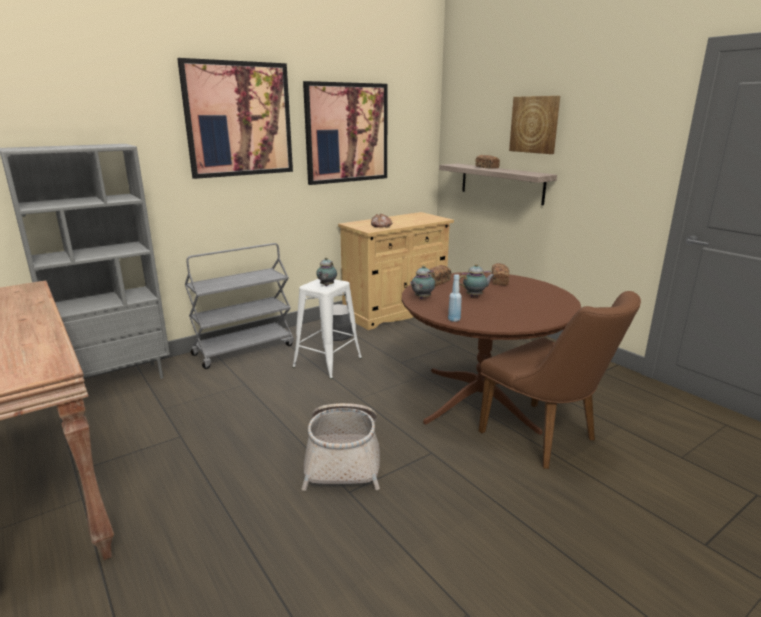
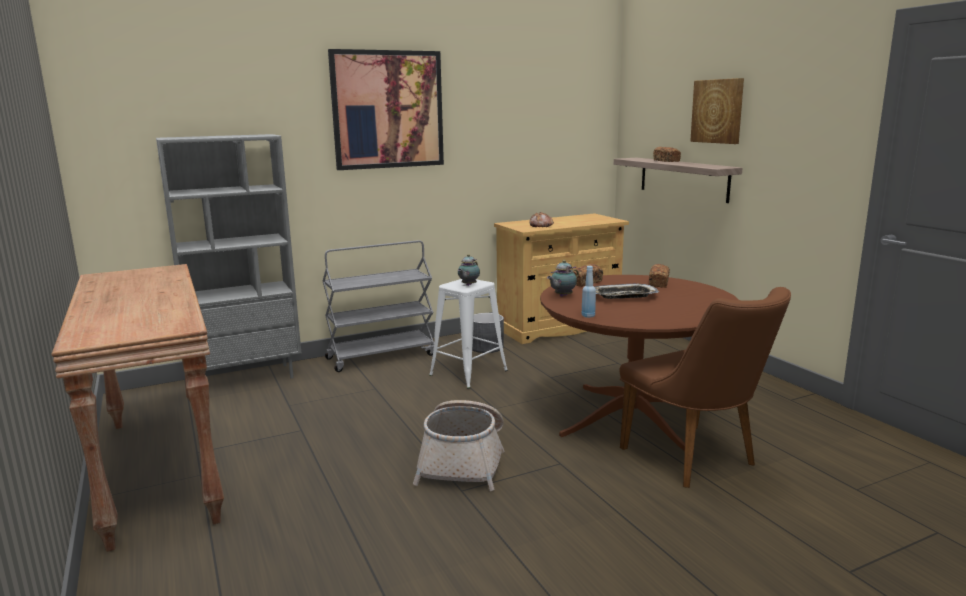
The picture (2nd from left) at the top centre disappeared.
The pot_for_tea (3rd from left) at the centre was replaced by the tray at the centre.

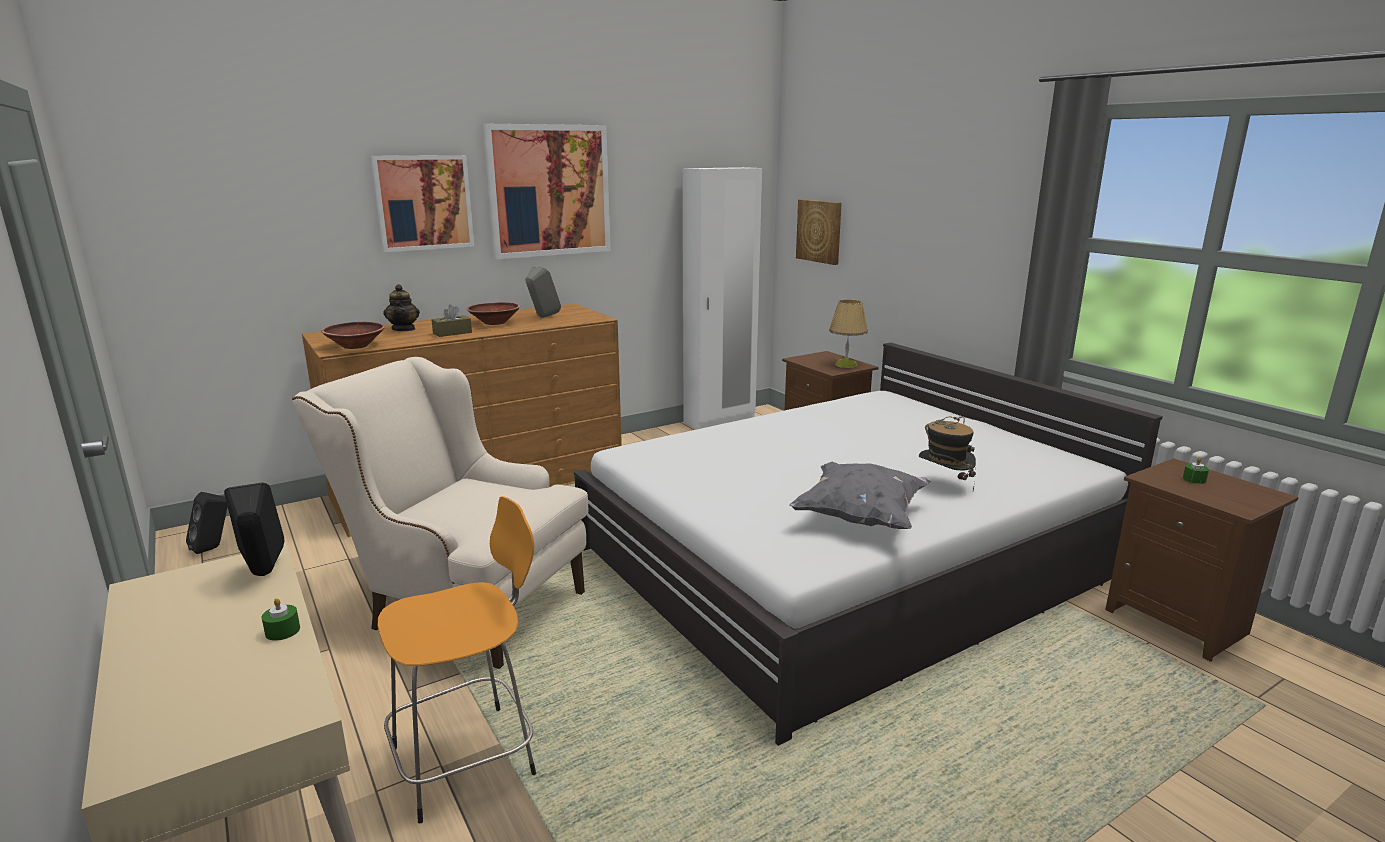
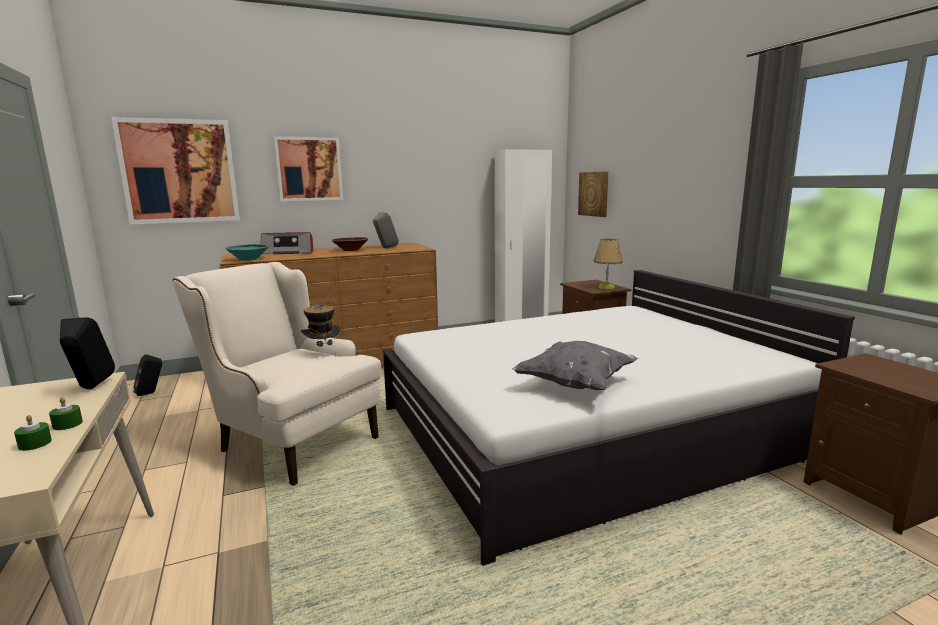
The orange_stool at the bottom left disappeared.
The brown_tissue_holder at the middle left disappeared.
The picture (2nd from left in the first image) moved from the top centre to the top left.
The hat moved from the middle right to the centre.
The green_candle (2nd from left in the first image) moved from the middle right to the bottom left.
The pot_for_tea at the middle left was replaced by the radio at the middle left.
The brown_serving_bowl (1st from left) at the middle left became the turquoise-coloured_serving_bowl at the middle left.

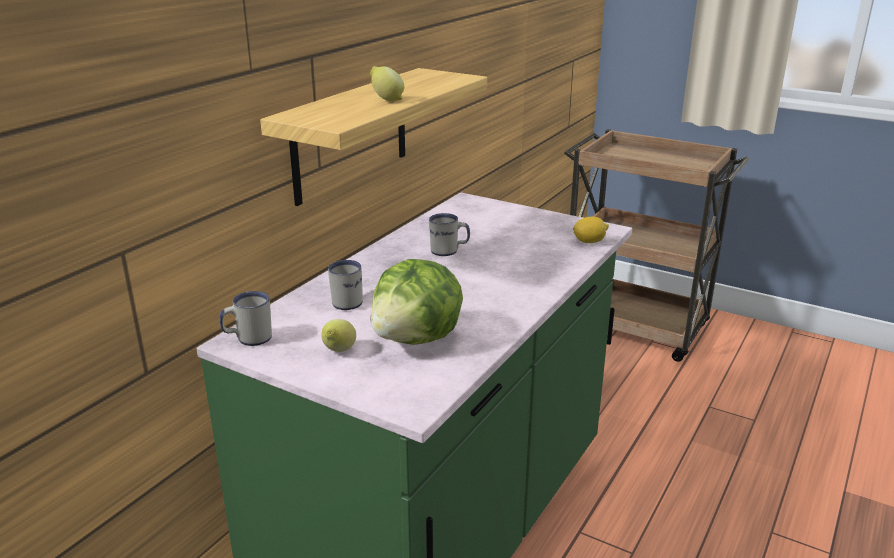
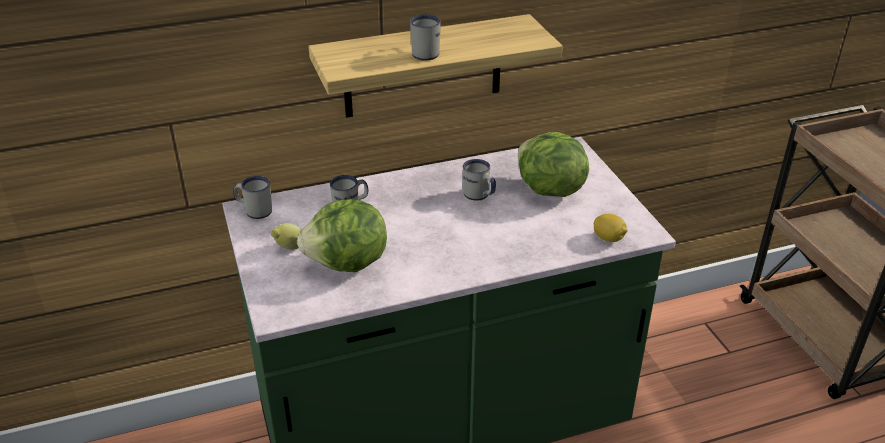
The head_of_lettuce (2nd from left) at the centre appeared.
The citrus_fruit (2nd from left) at the top centre was replaced by the white-coloured_coffee_mug (3rd from left) at the top centre.

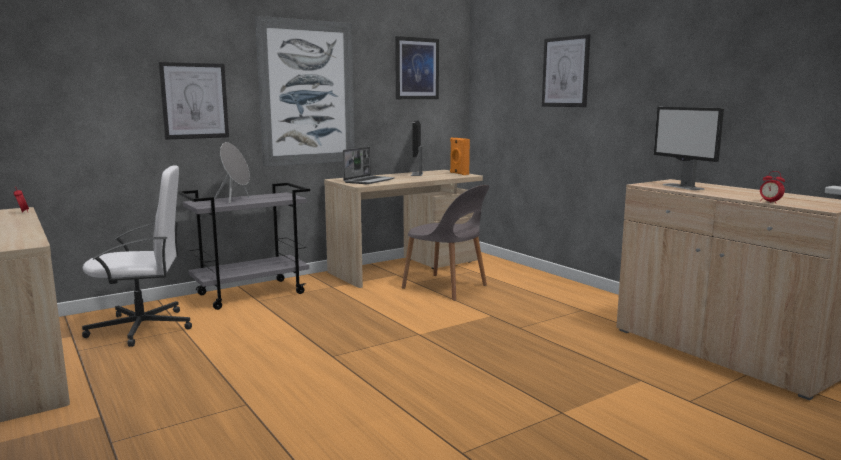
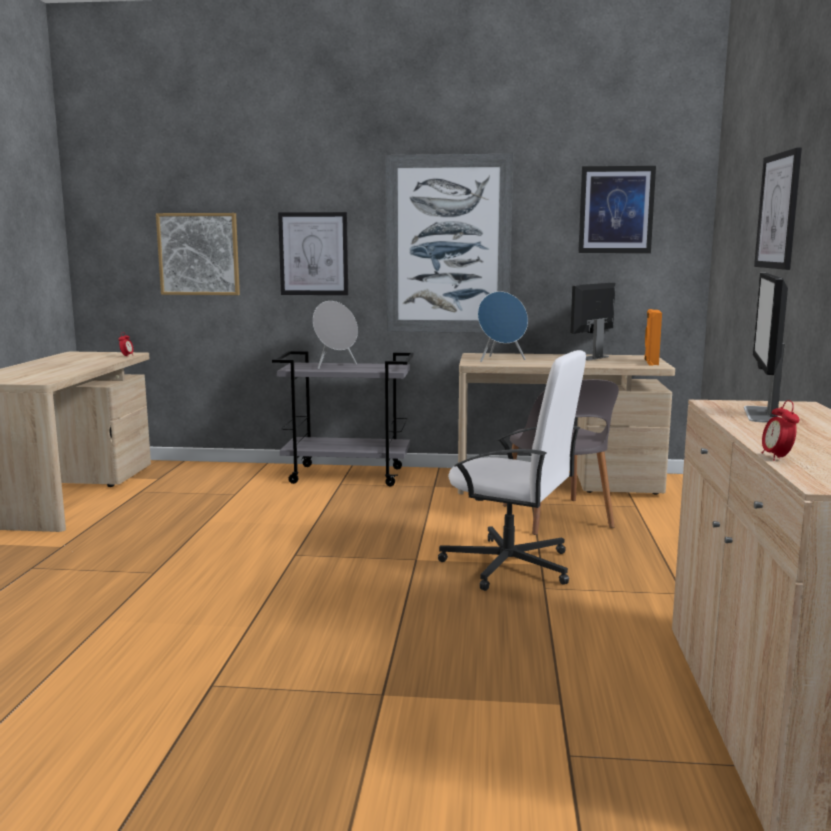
The picture (1st from left) at the top left appeared.
The white-coloured_desk_chair moved from the middle left to the centre.
The notebook_computer at the centre was replaced by the bluish_speaker at the centre.

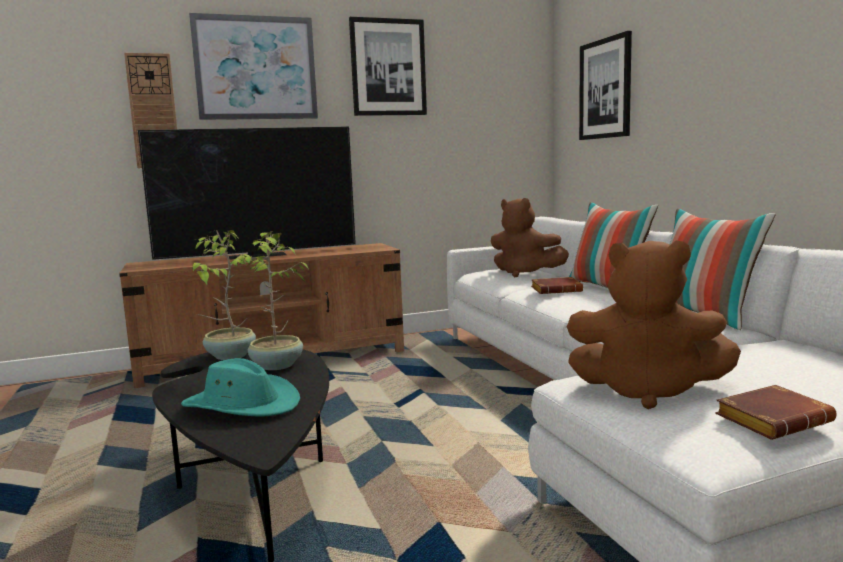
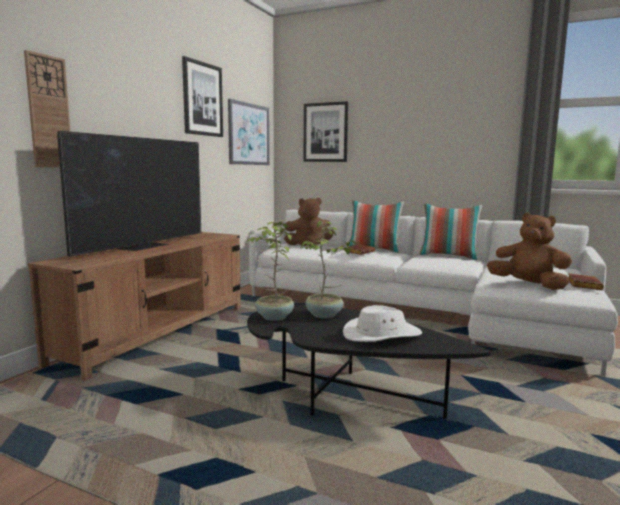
The picture (1st from left in the first image) moved from the top left to the top centre.
The turquoise-coloured_hat at the bottom left became the white-coloured_hat at the centre.
The brown_plush_toy (2nd from left) at the middle right turned 120 degrees counterclockwise.

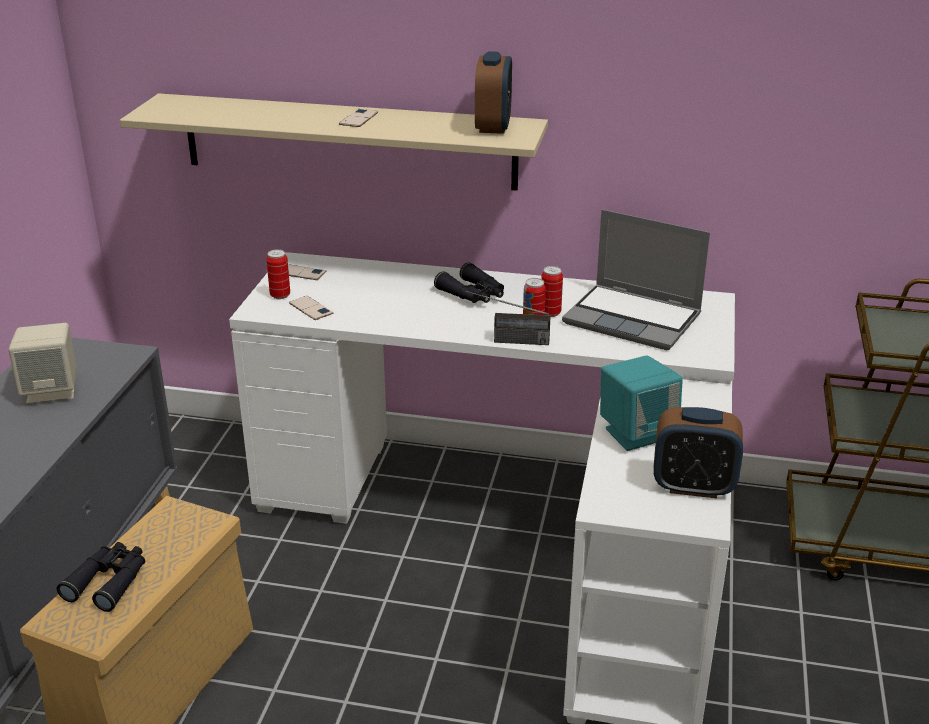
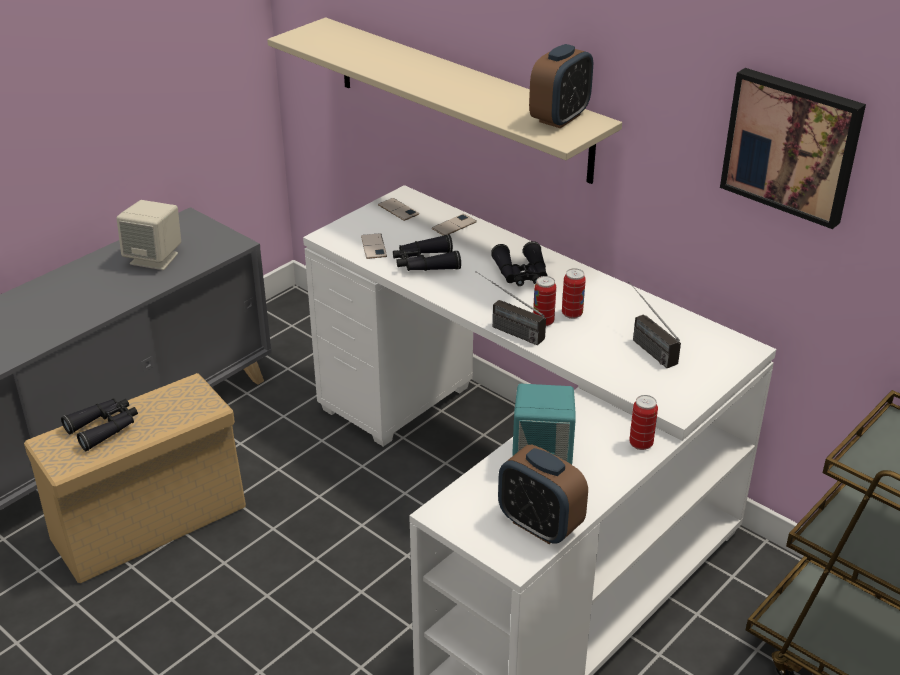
The blackish_field_glasses (2nd from left) at the centre appeared.
The picture at the top right appeared.
The metal_can (1st from left in the first image) moved from the middle left to the middle right.
The handset (3rd from left) moved from the top centre to the centre.
The notebook_computer at the middle right was replaced by the radio (2nd from left) at the middle right.

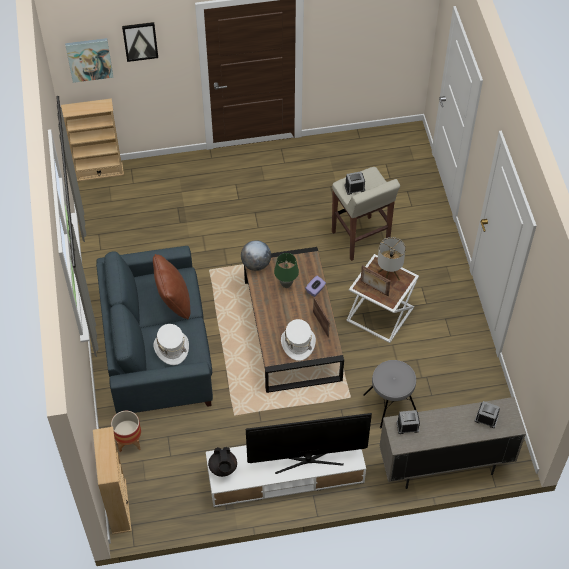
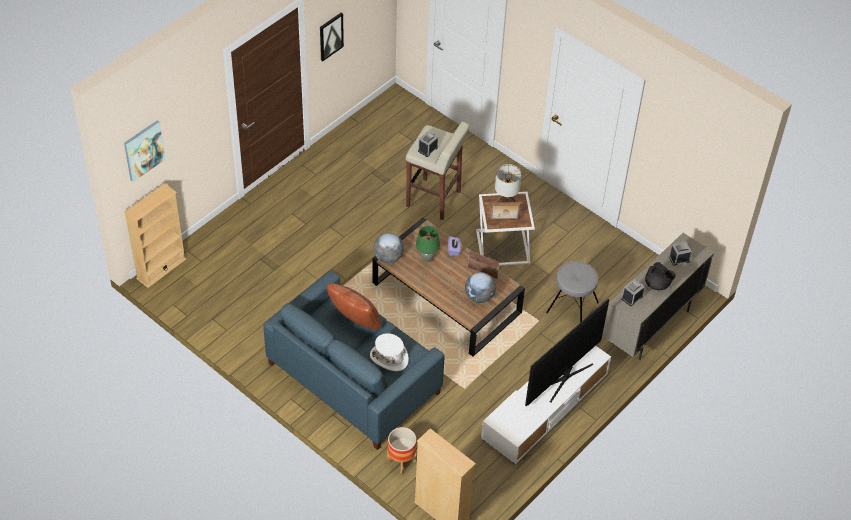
The picture (2nd from left) moved from the top left to the top centre.
The blackish_pot_for_tea moved from the bottom centre to the middle right.
The white-coloured_hat (2nd from left) at the centre was replaced by the desk_globe (2nd from left) at the centre.

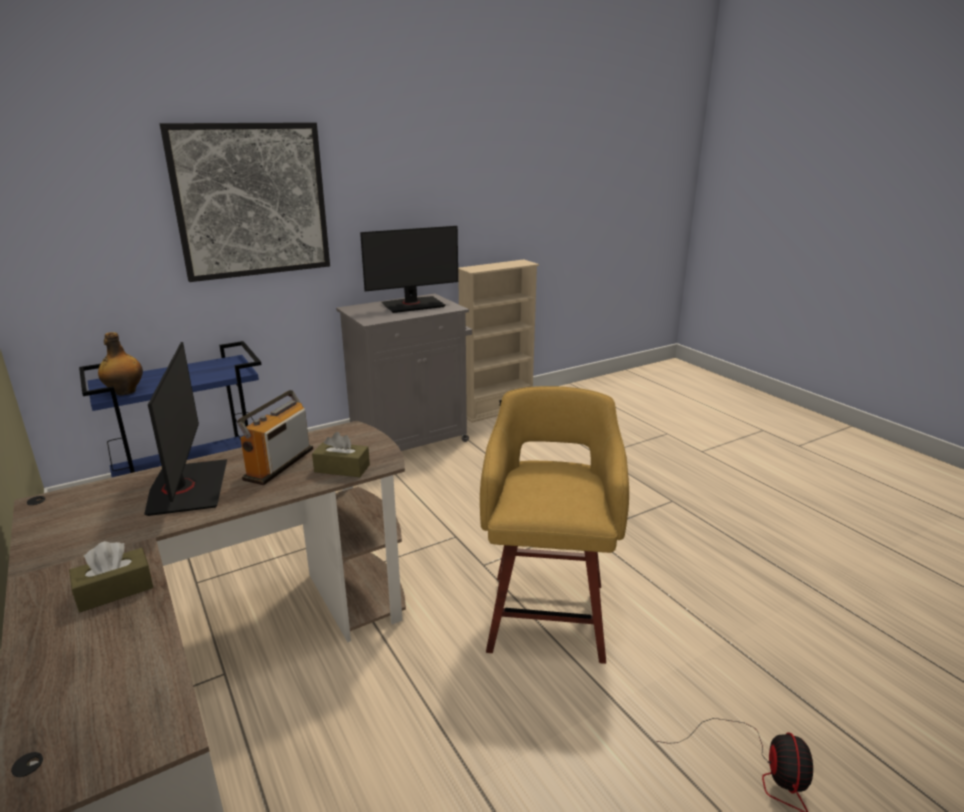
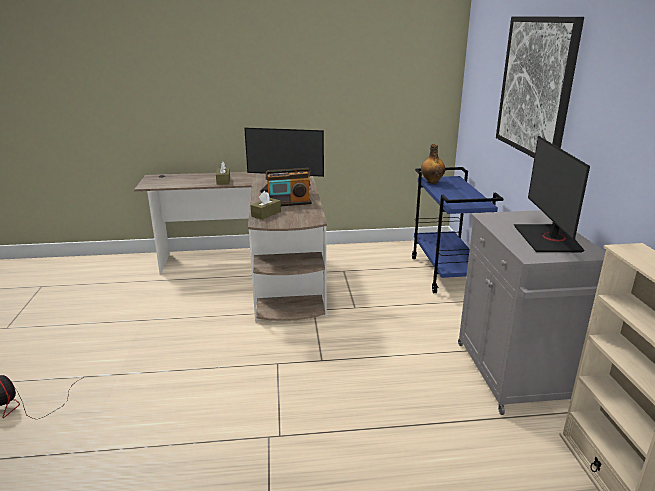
The yellow-coloured_stool at the centre disappeared.
The radio at the middle left turned 120 degrees clockwise.

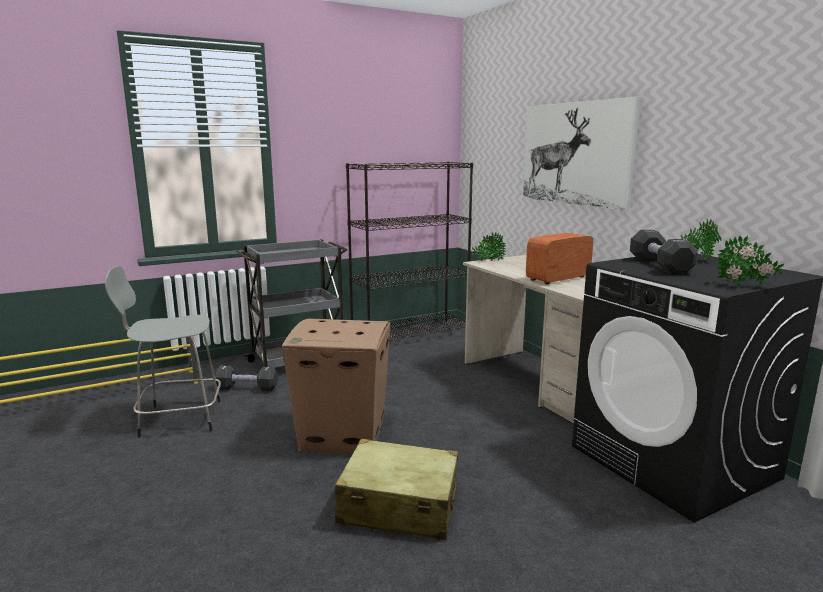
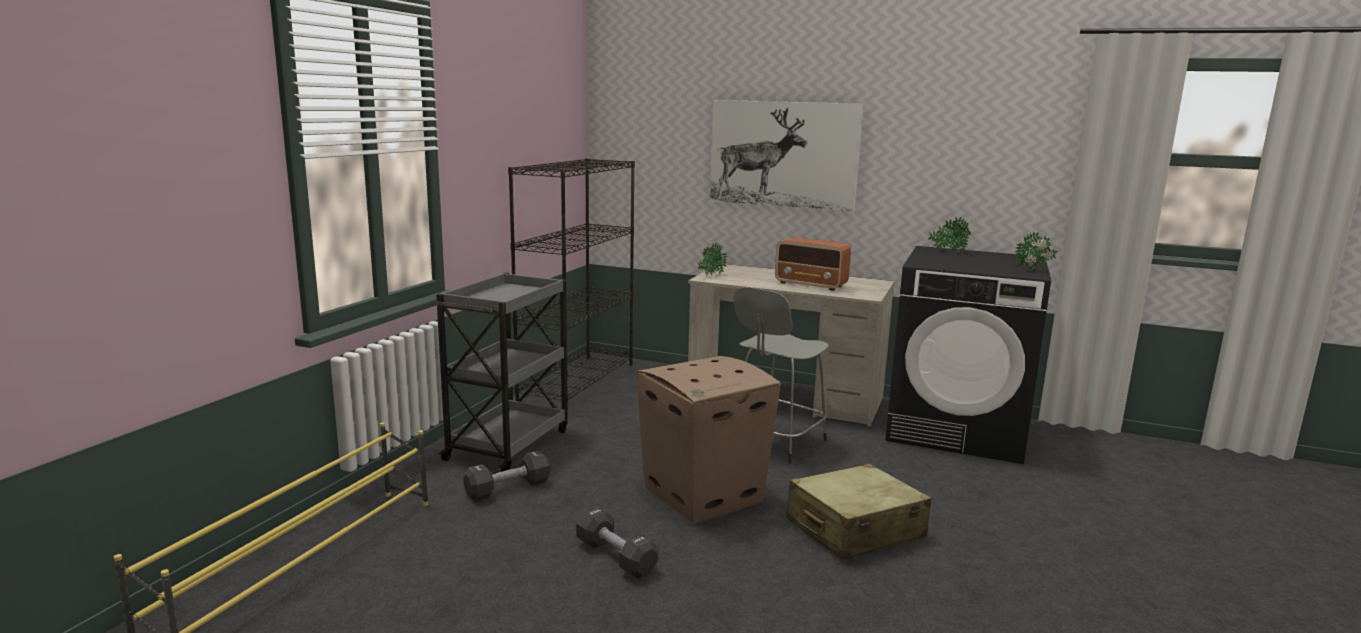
The gray_stool moved from the middle left to the centre.
The blackish_free_weight (2nd from left) moved from the middle right to the bottom centre.
The radio at the middle right turned 75 degrees counterclockwise.

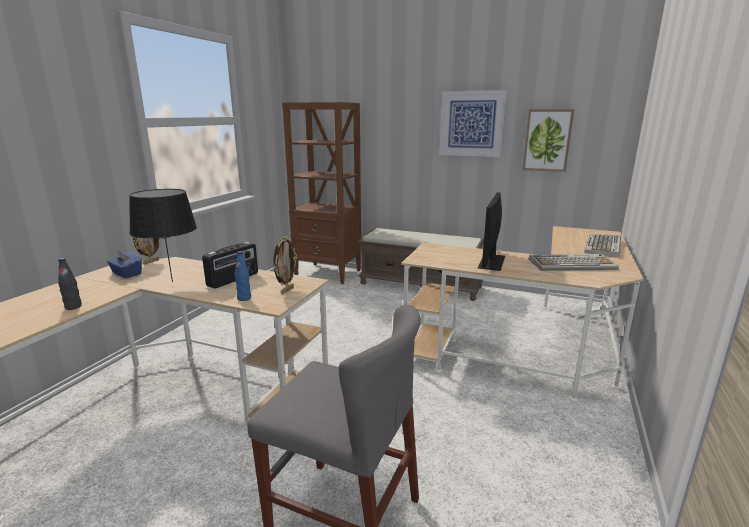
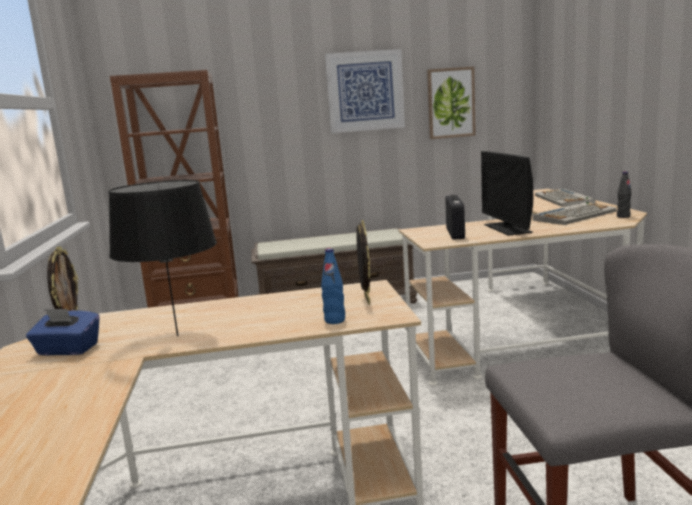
The blackish_drink_bottle moved from the middle left to the middle right.
The radio moved from the middle left to the centre.

